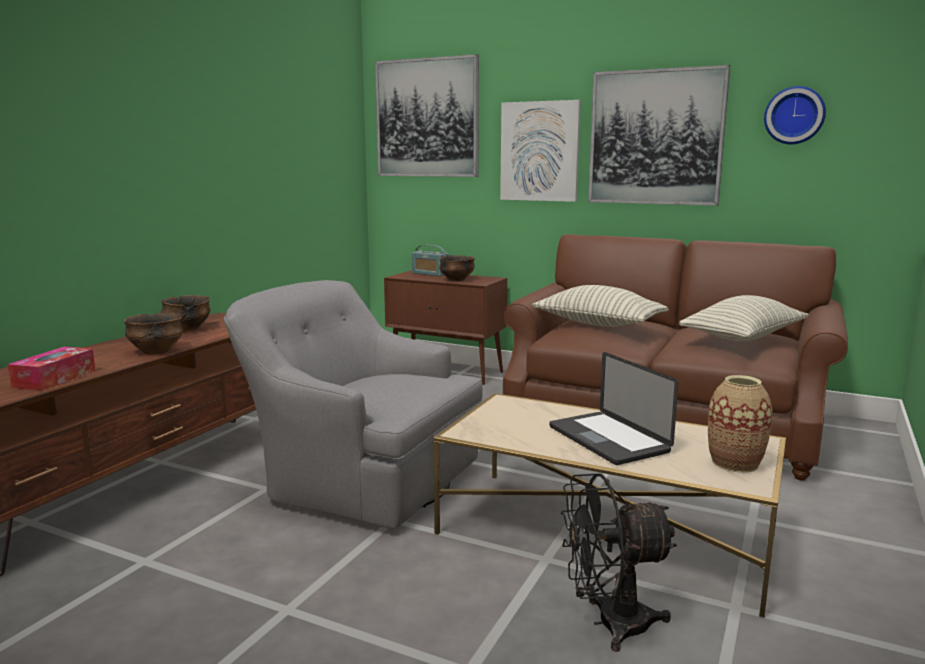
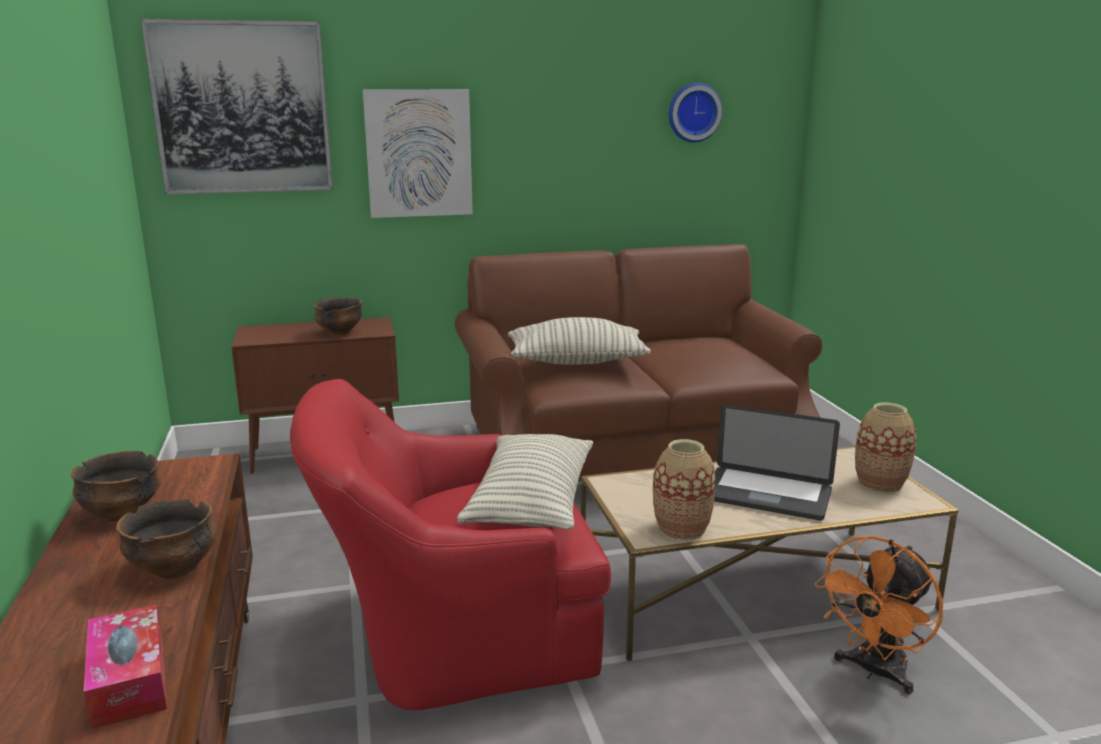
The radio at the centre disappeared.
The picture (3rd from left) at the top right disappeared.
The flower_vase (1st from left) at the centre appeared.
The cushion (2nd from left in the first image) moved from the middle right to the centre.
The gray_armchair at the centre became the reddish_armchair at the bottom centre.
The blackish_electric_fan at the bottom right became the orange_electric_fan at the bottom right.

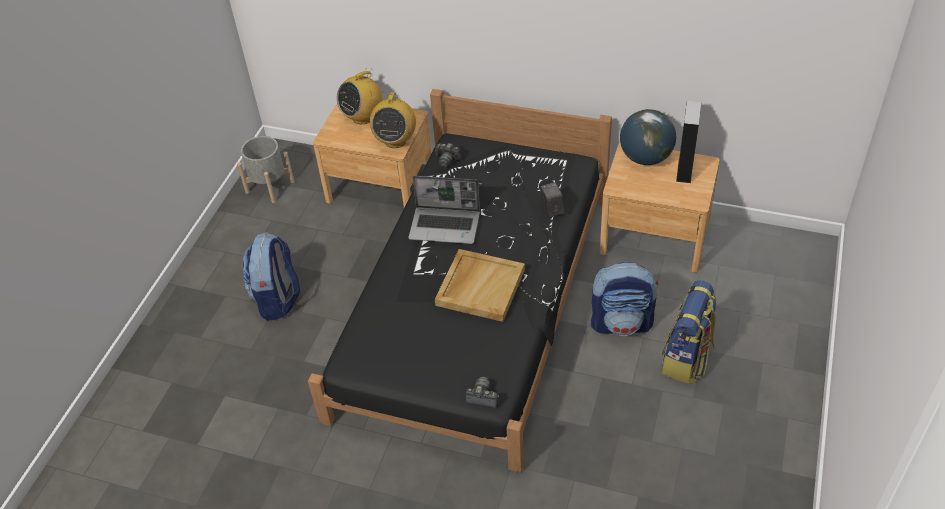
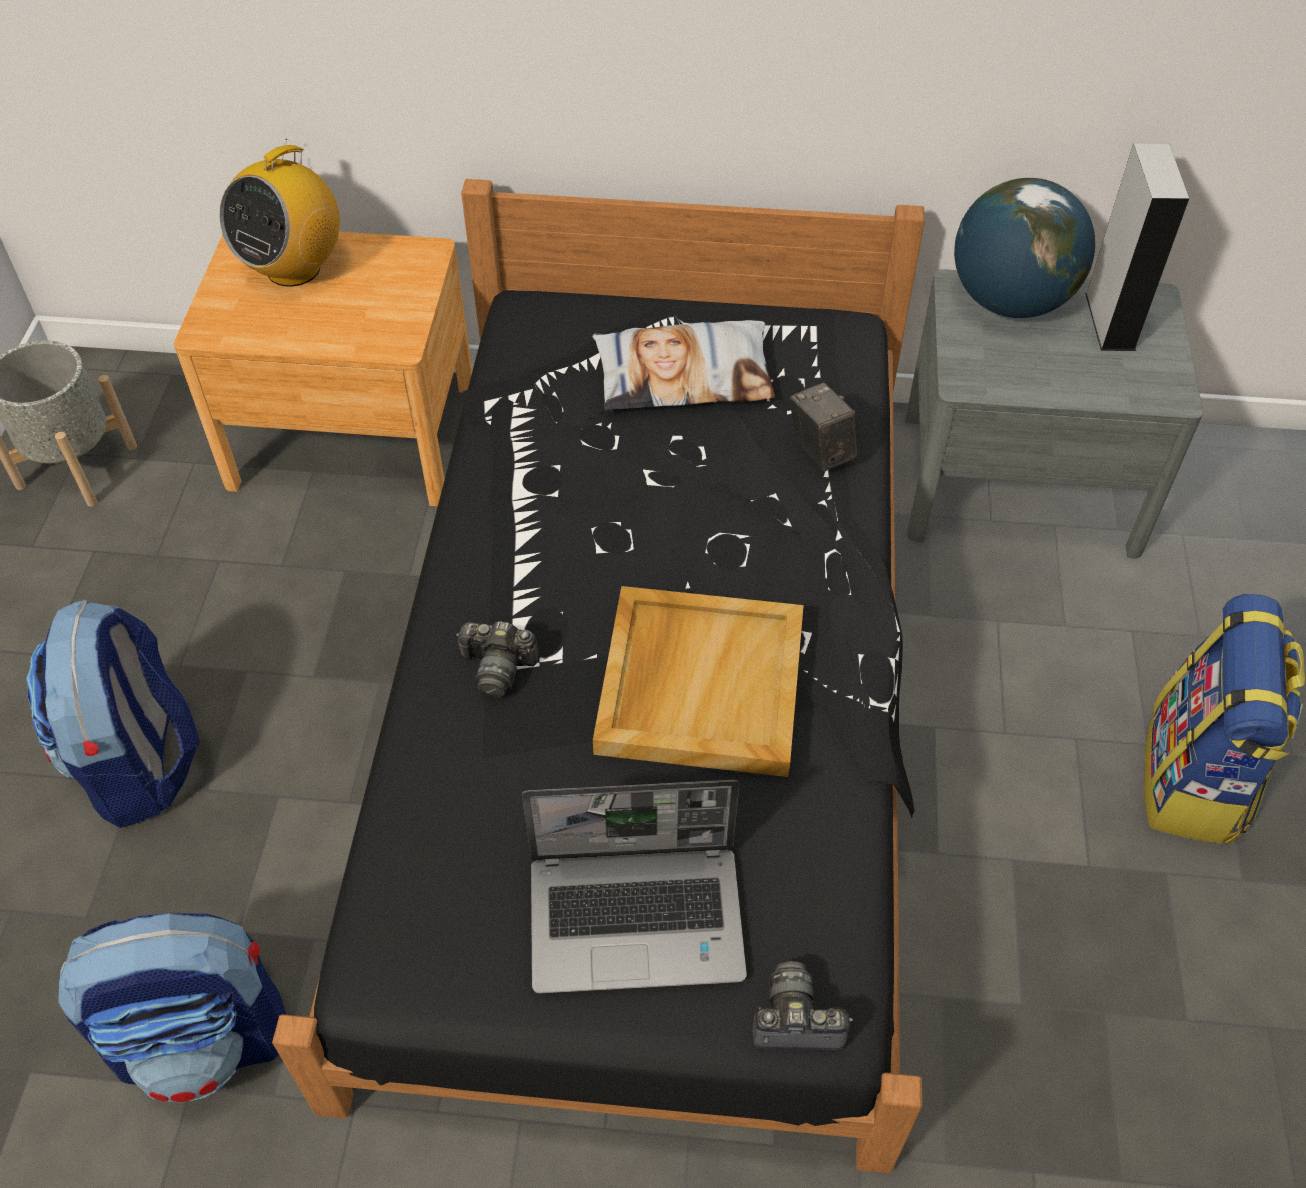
The radio (2nd from left) at the top centre disappeared.
The cushion at the top centre appeared.
The notebook_computer moved from the centre to the bottom centre.
The still_camera (1st from left) moved from the top centre to the centre.
The rucksack (2nd from left) moved from the centre to the bottom left.
The brown_bedside_table (2nd from left) at the middle right became the gray_bedside_table at the middle right.

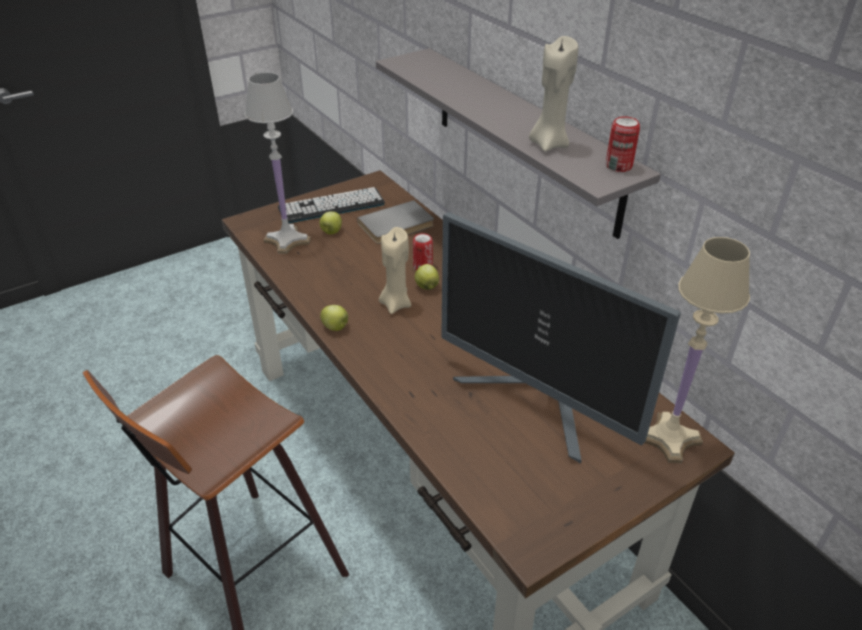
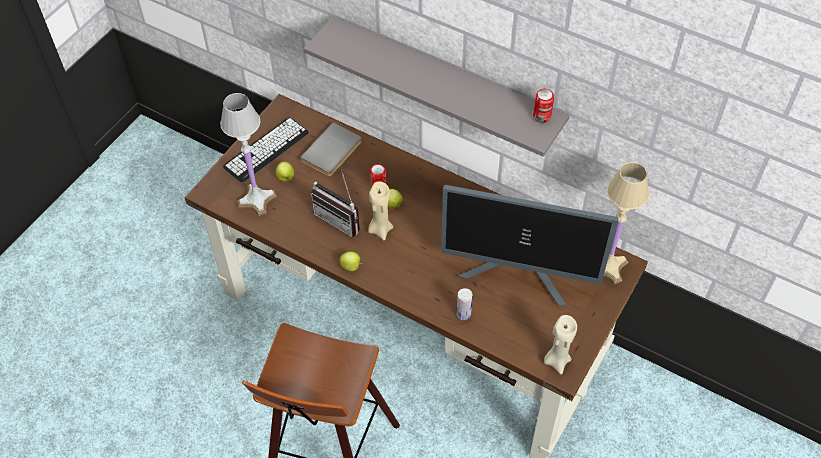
The radio at the centre appeared.
The metal_can (2nd from left) at the centre appeared.
The beige-coloured_candle (2nd from left) moved from the top centre to the bottom right.

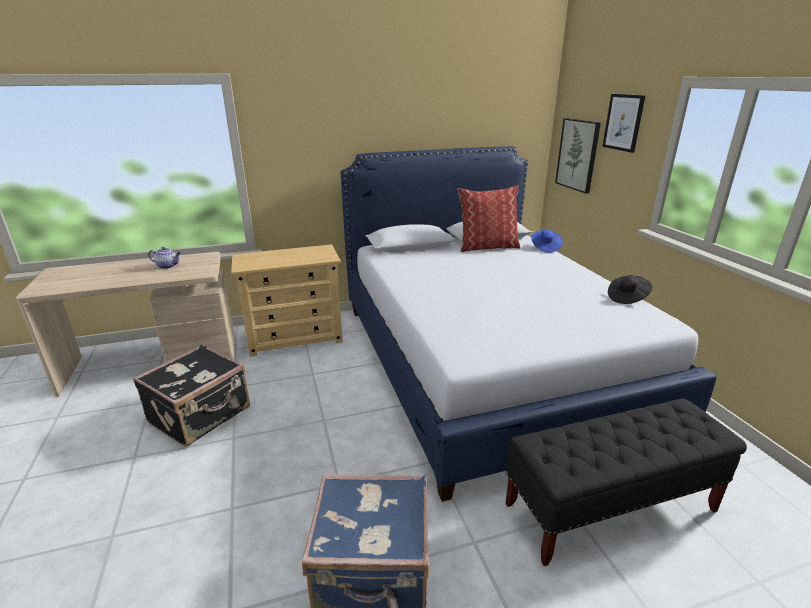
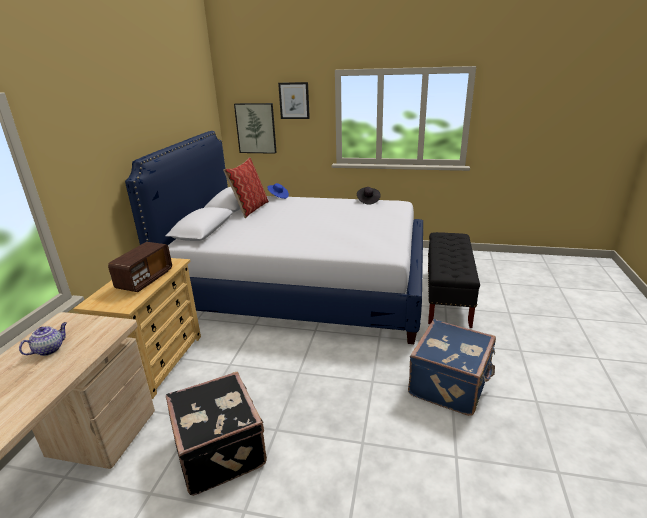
The radio at the middle left appeared.

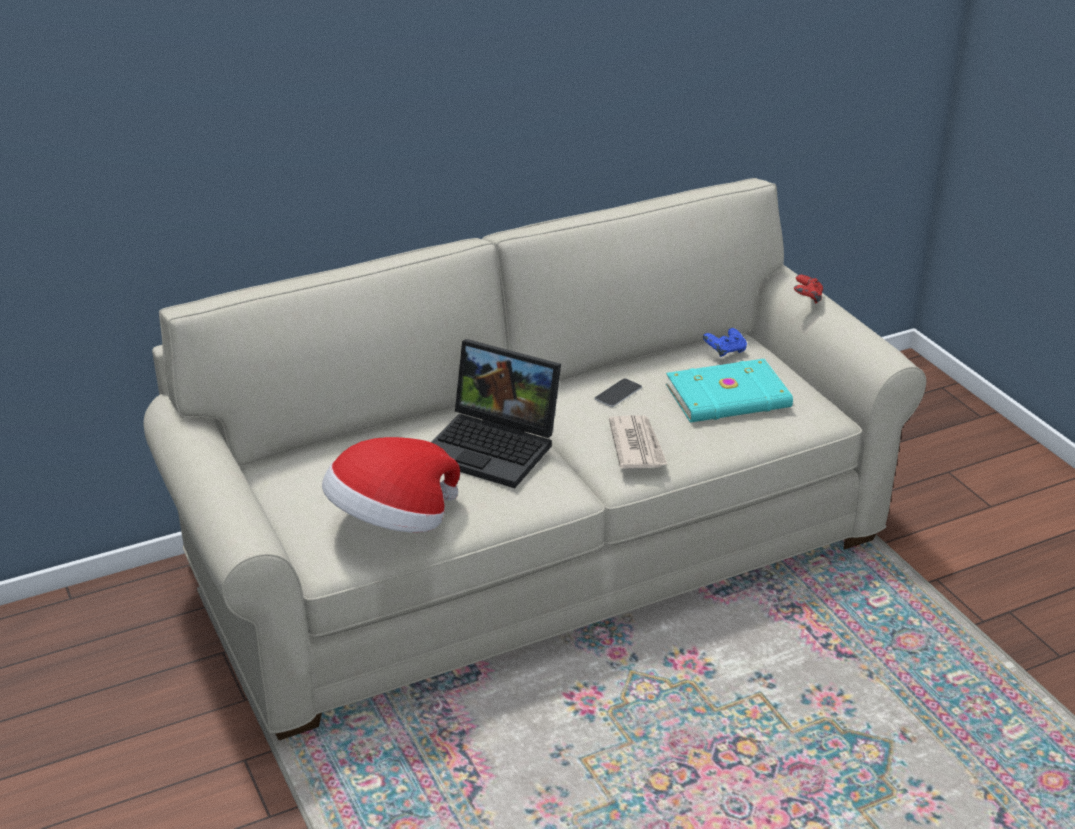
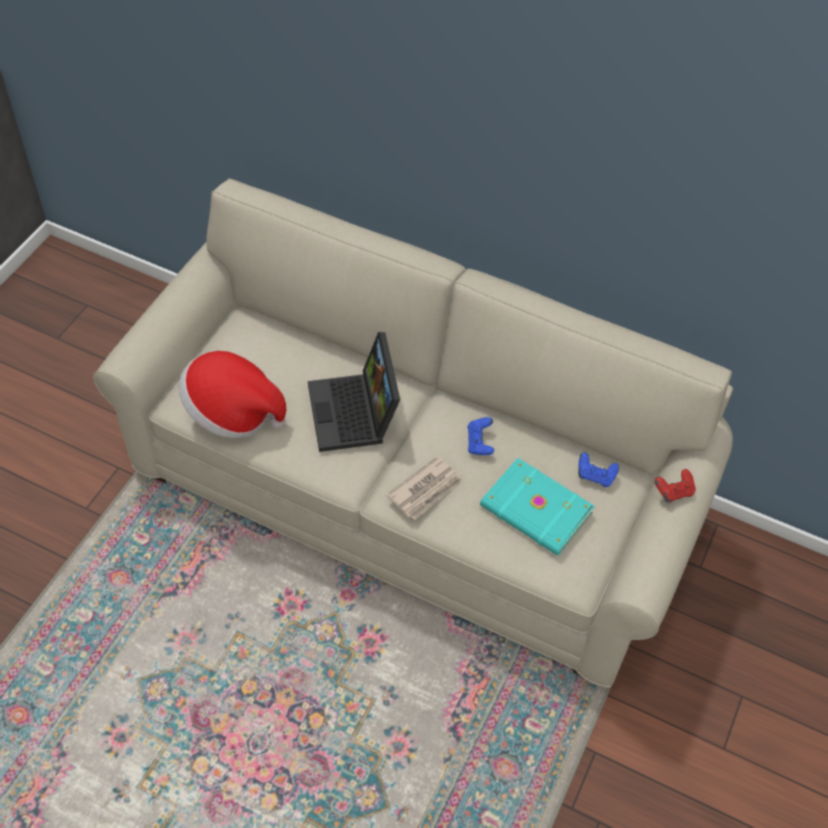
The handset at the centre was replaced by the bluish_gamepad (1st from left) at the centre.

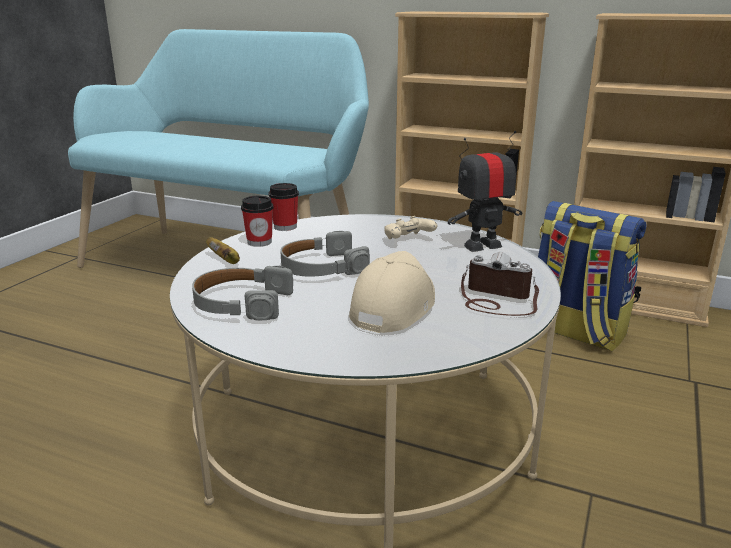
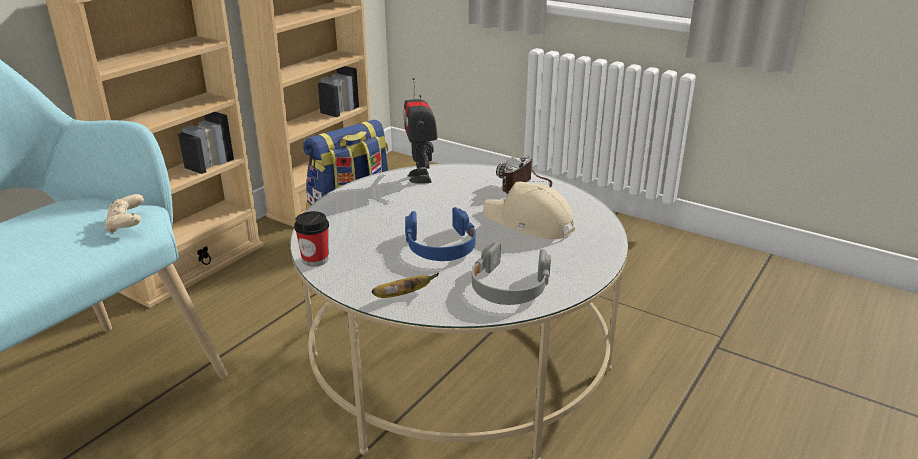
The drinking_cup (1st from left) at the centre disappeared.
The beige-coloured_gamepad moved from the centre to the middle left.
The gray_headphones (2nd from left) at the centre became the bluish_headphones at the centre.

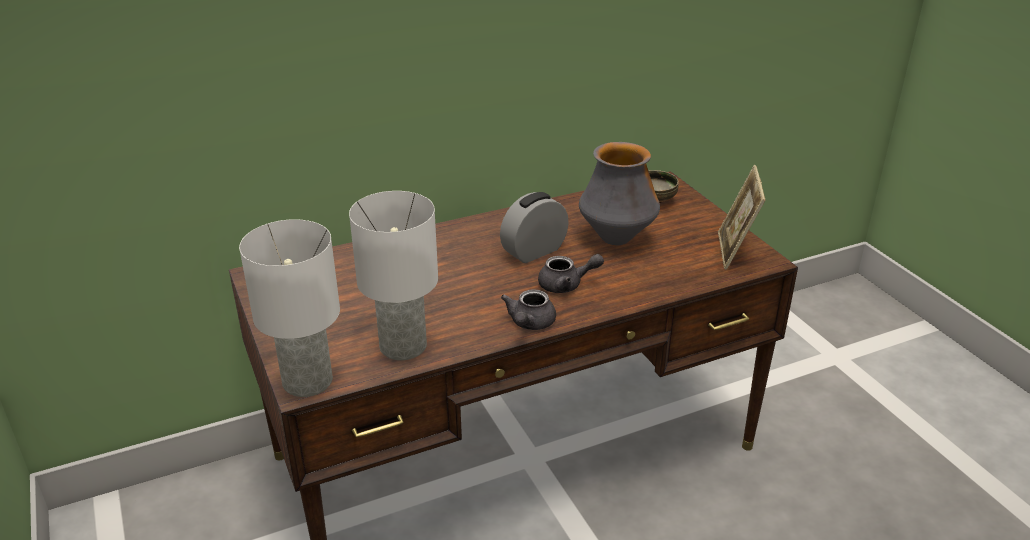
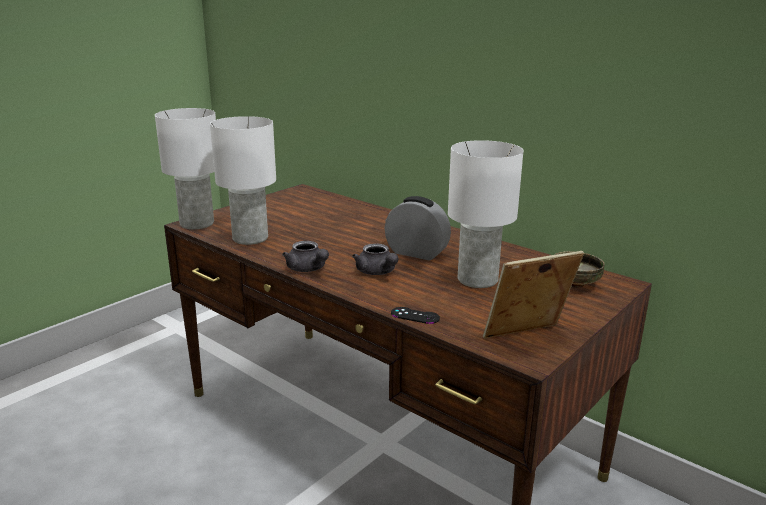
The blackish_gamepad at the centre appeared.
The flower_vase at the centre was replaced by the white-coloured_table_lamp (3rd from left) at the centre.
The gray_pot_for_tea (1st from left) at the centre turned 120 degrees counterclockwise.

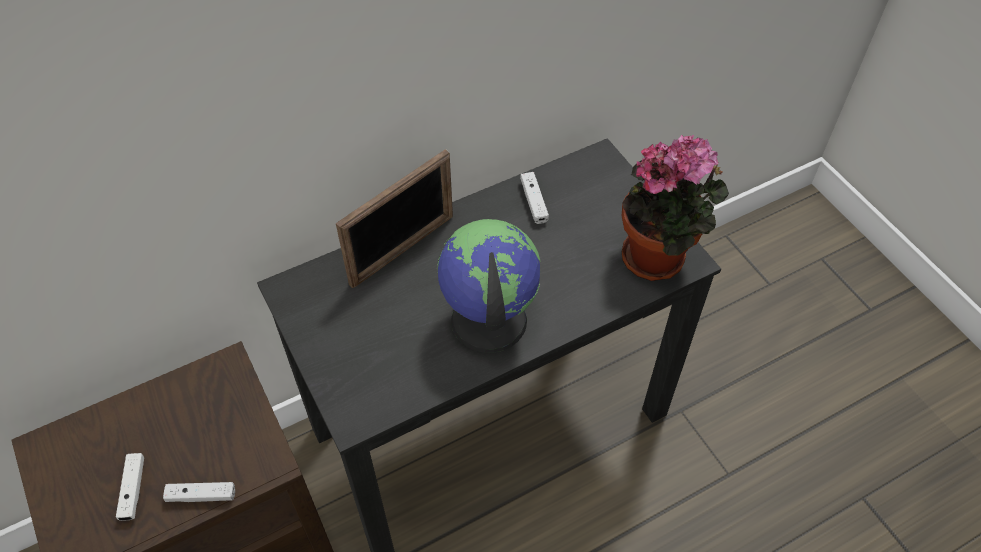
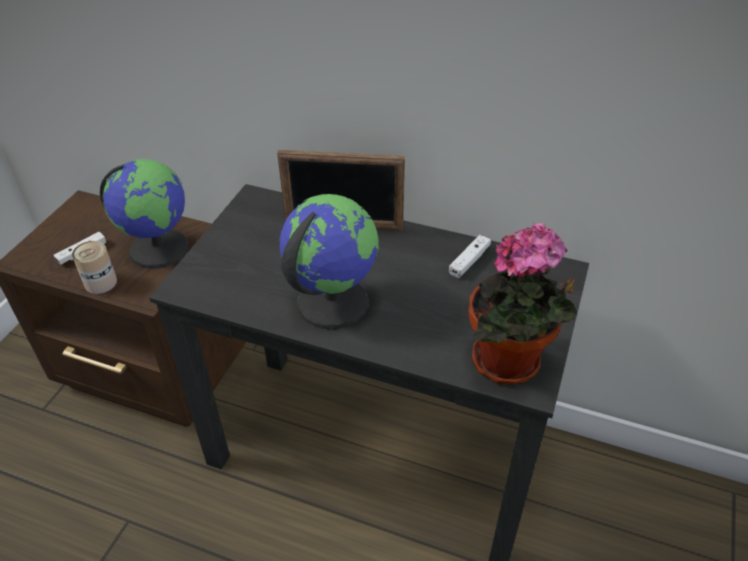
The desk_globe (1st from left) at the middle left appeared.
The white-coloured_gamepad (2nd from left) at the bottom left was replaced by the metal_can at the middle left.

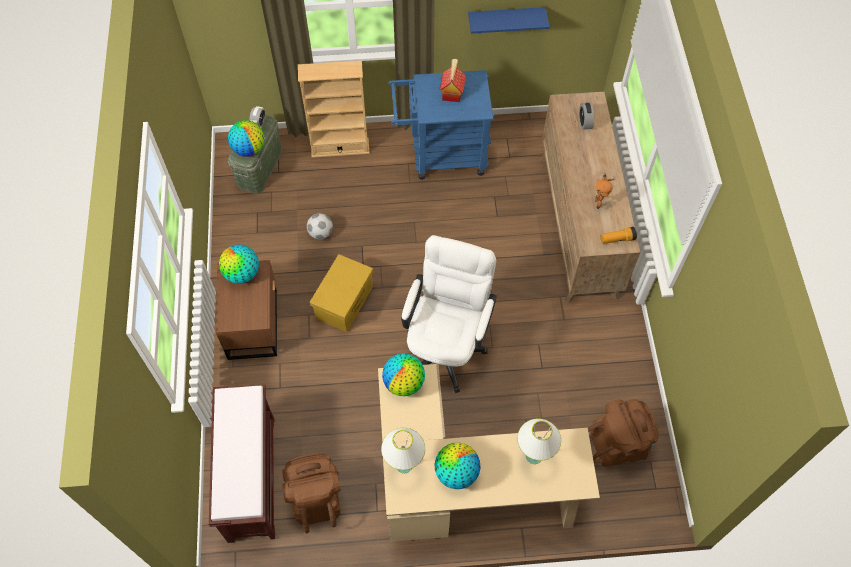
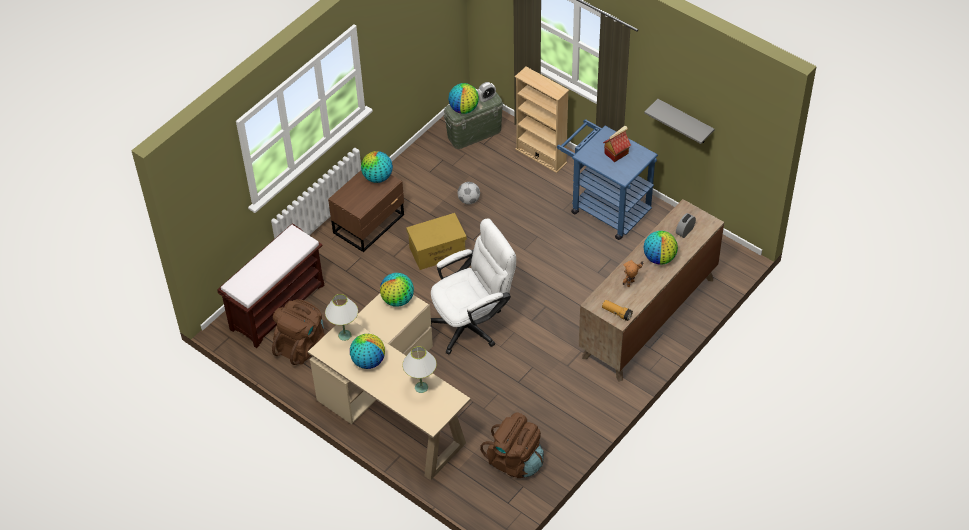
The desk_globe (5th from left) at the middle right appeared.
The bluish_bracket_shelf at the top centre became the gray_bracket_shelf at the top right.

